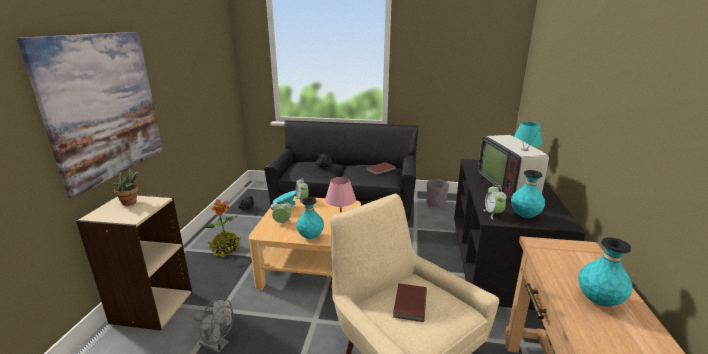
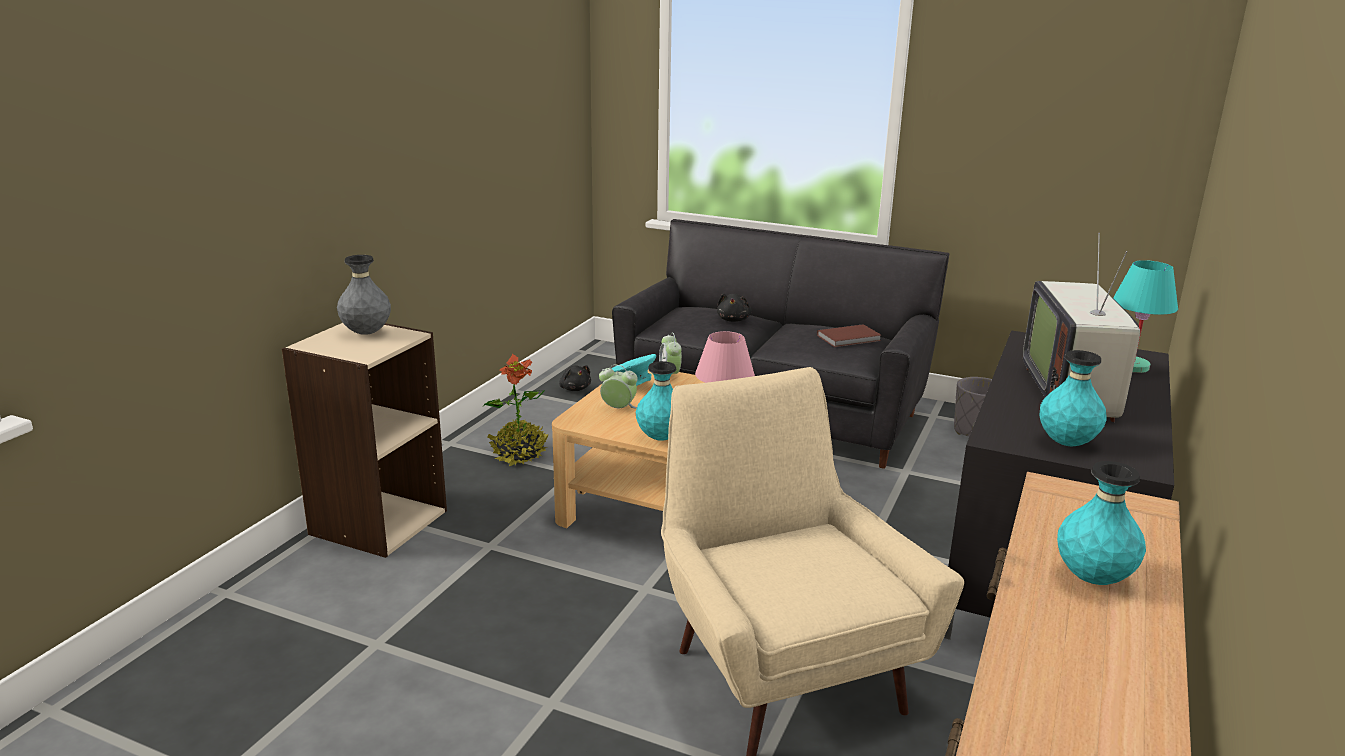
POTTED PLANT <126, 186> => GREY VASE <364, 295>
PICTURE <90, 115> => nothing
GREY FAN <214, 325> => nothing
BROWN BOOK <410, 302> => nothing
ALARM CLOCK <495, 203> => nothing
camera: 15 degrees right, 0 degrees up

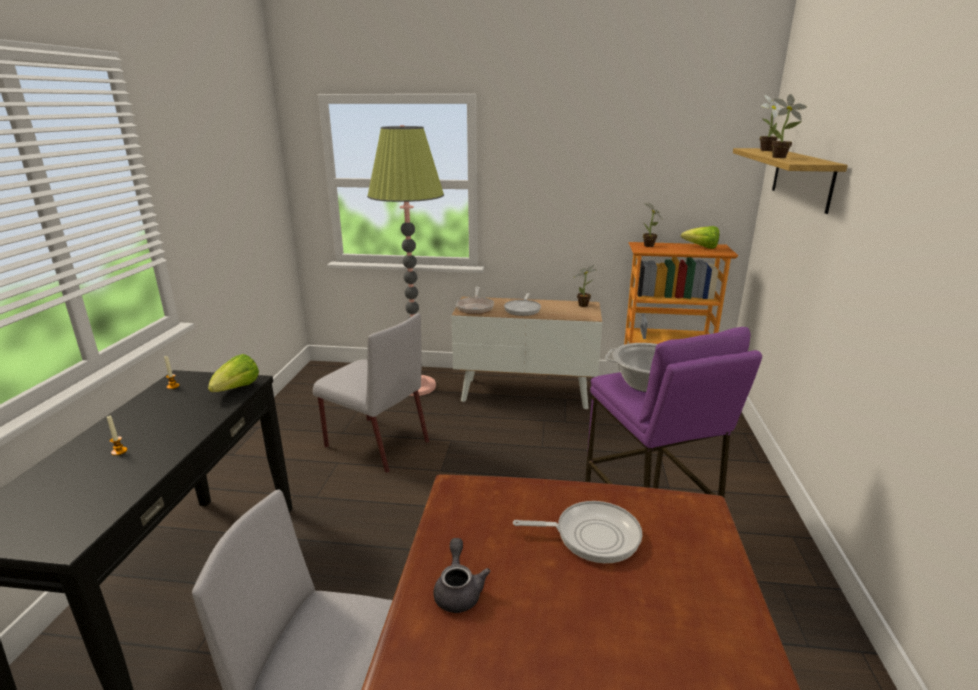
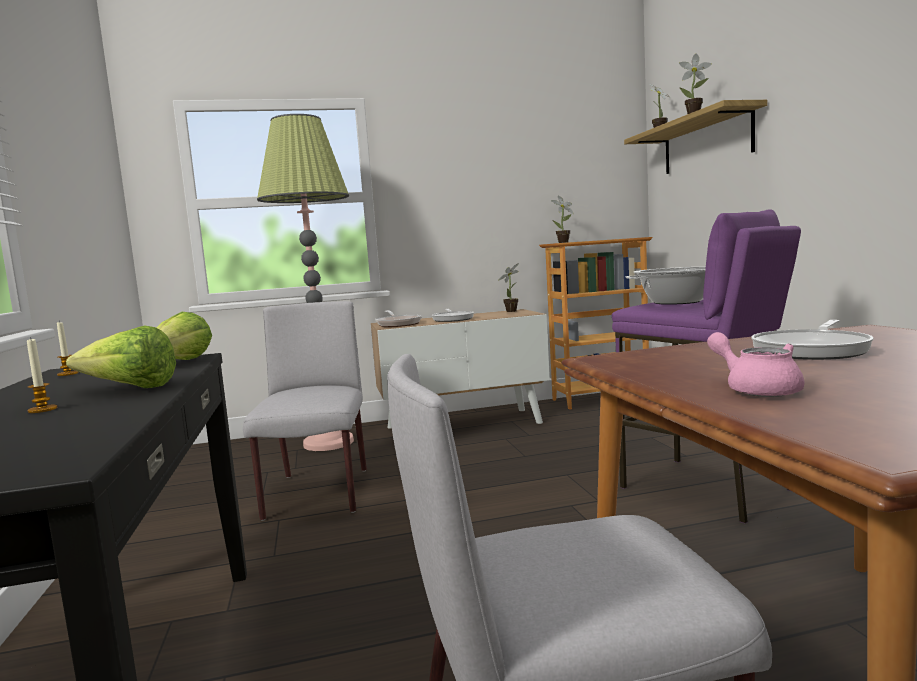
LETTUCE <700, 237> => LETTUCE <121, 357>, relocated
GREY CHAIR <371, 393> => GREY CHAIR <305, 411>, 105 degrees counterclockwise
GREY TEAPOT <461, 575> => PINK TEAPOT <755, 364>
FRYING PAN <578, 532> => FRYING PAN <812, 340>, 150 degrees clockwise
camera: 20 degrees left, 15 degrees down

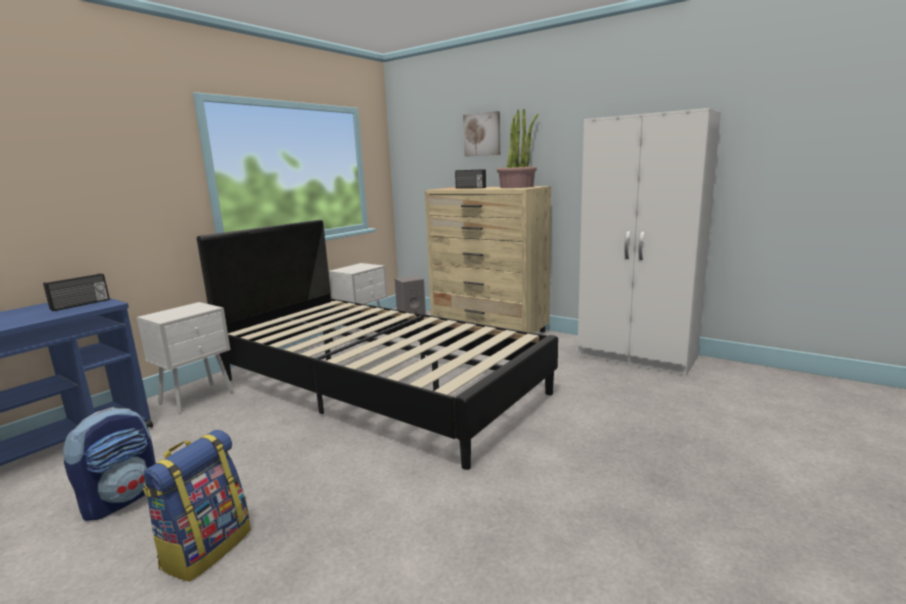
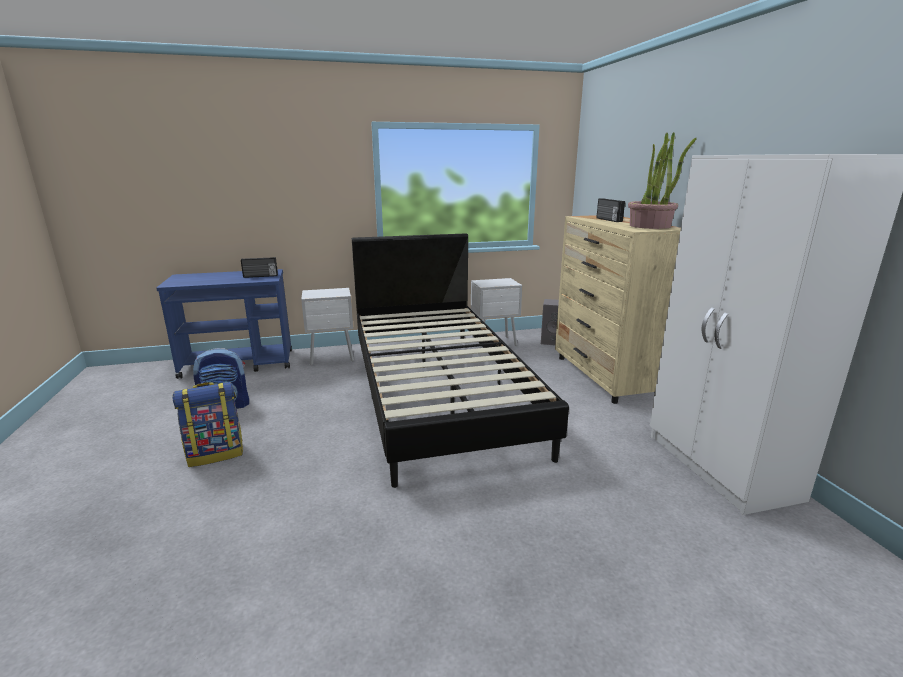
PICTURE <481, 134> => nothing
camera: 40 degrees right, 5 degrees up

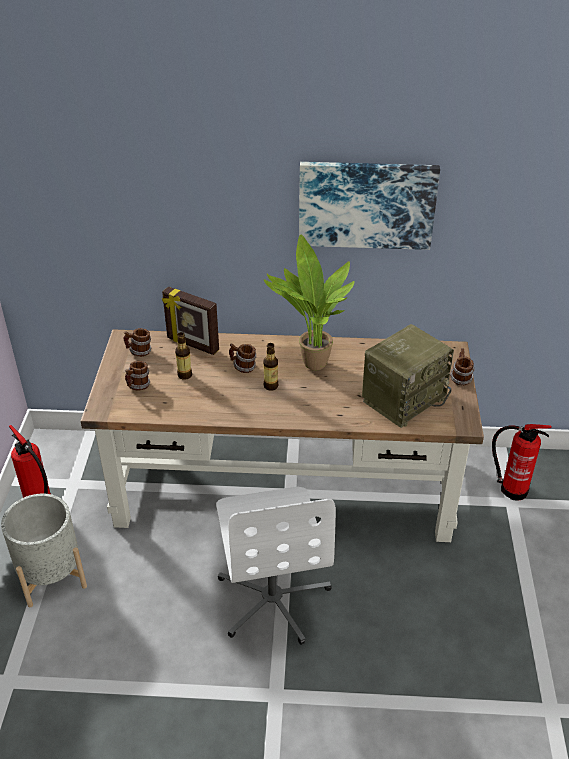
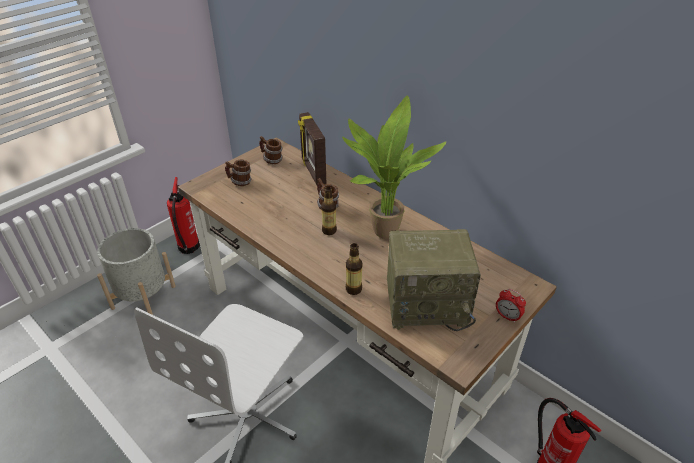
BOTTLE <183, 356> => BOTTLE <354, 269>, relocated
MUG <462, 366> => ALARM CLOCK <511, 306>
PICTURE <369, 206> => nothing
camera: 40 degrees right, 0 degrees up

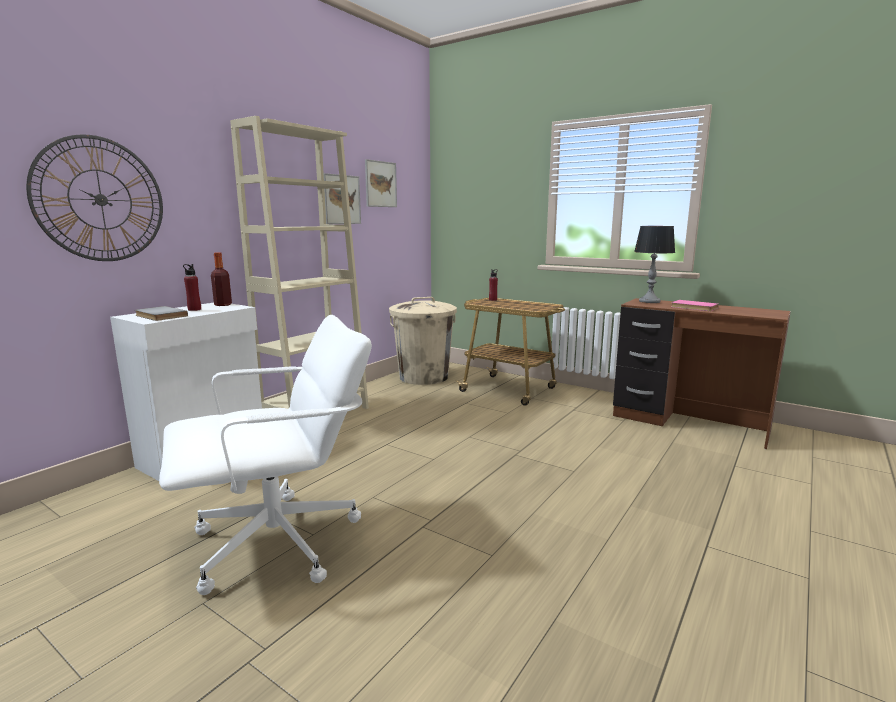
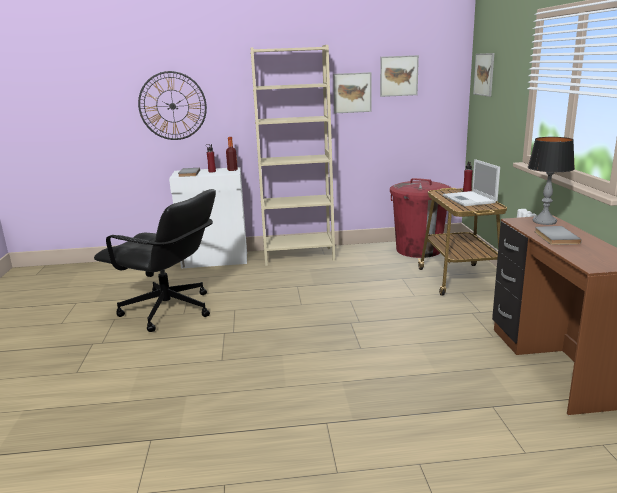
WHITE OFFICE CHAIR <265, 455> => BLACK OFFICE CHAIR <155, 260>
BEIGE TRASH CAN <423, 341> => RED TRASH CAN <420, 218>
nothing => LAPTOP <471, 182>
nothing => PICTURE <483, 75>
PINK BOOK <695, 305> => GREY BOOK <558, 235>
camera: 50 degrees right, 5 degrees up

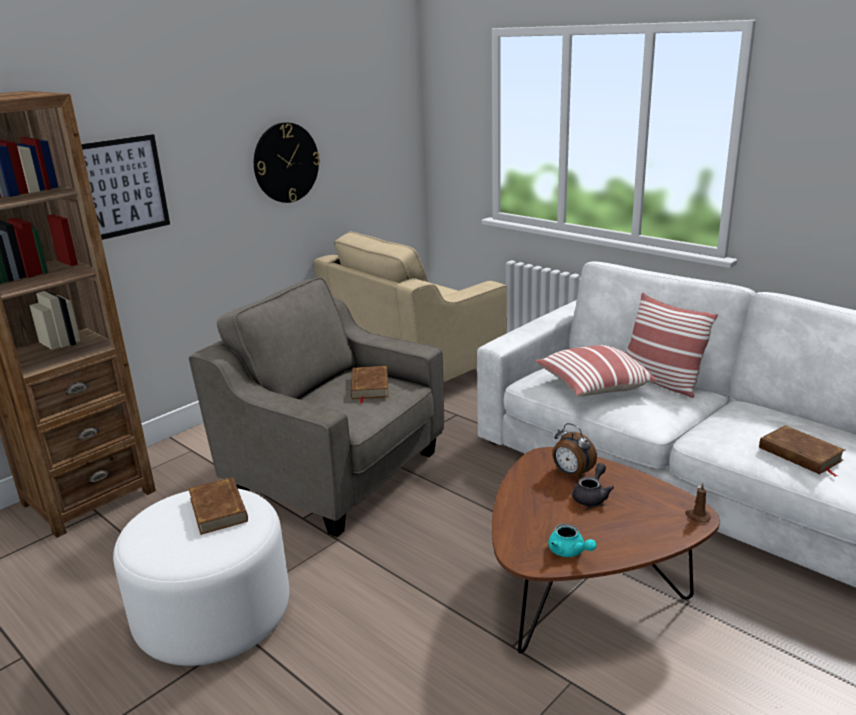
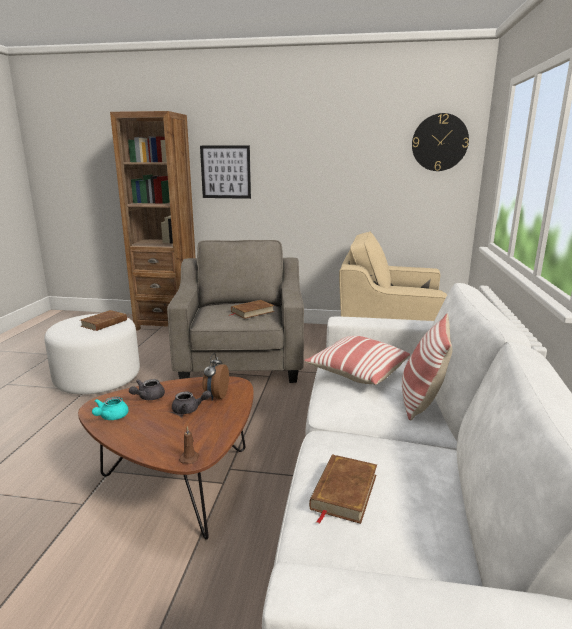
nothing => GREY TEAPOT <147, 389>
WALL CLOCK <287, 162> => WALL CLOCK <440, 142>, relocated
camera: 55 degrees right, 5 degrees down

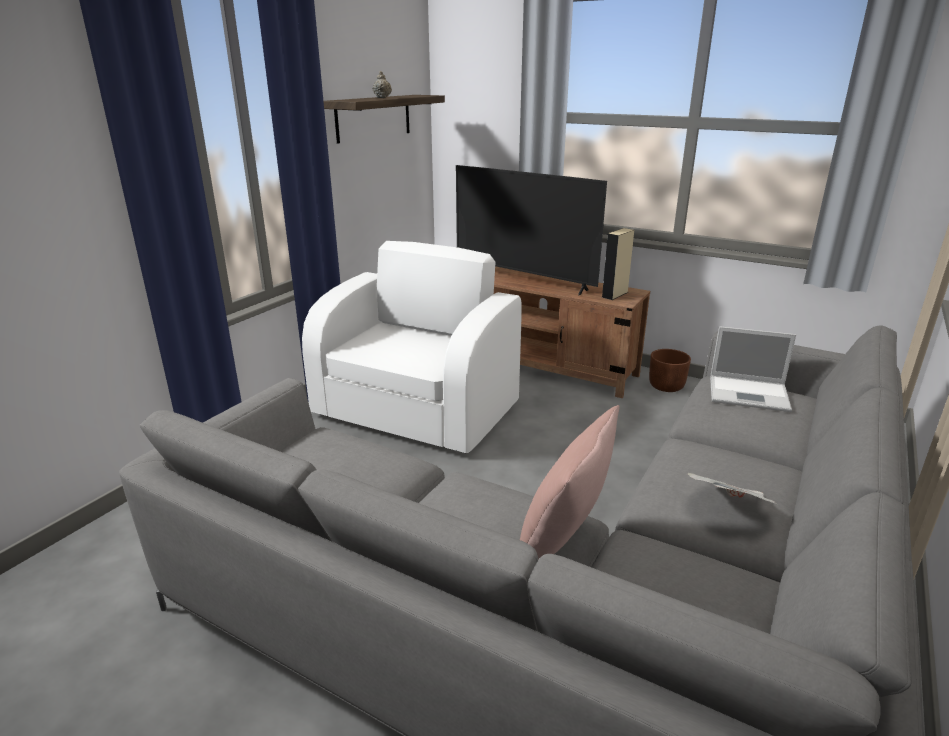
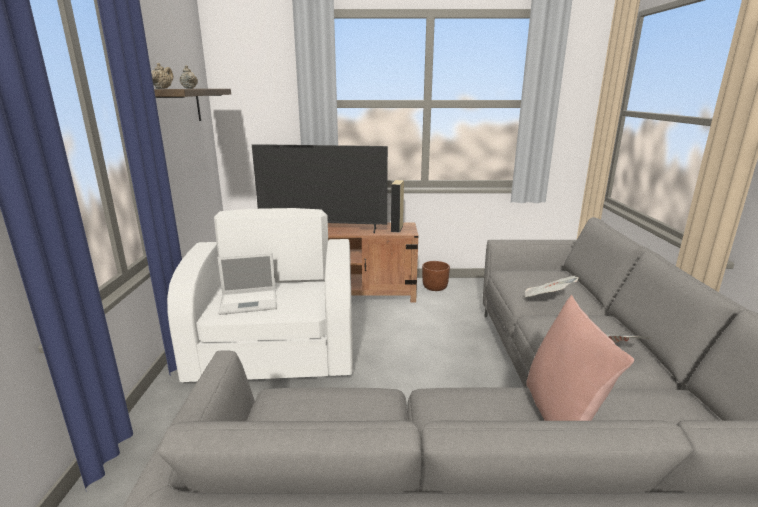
nothing => BEIGE TEAPOT <162, 76>
LAPTOP <753, 369> => LAPTOP <247, 284>, relocated
nothing => NEWSPAPER <551, 286>
camera: 30 degrees left, 5 degrees down

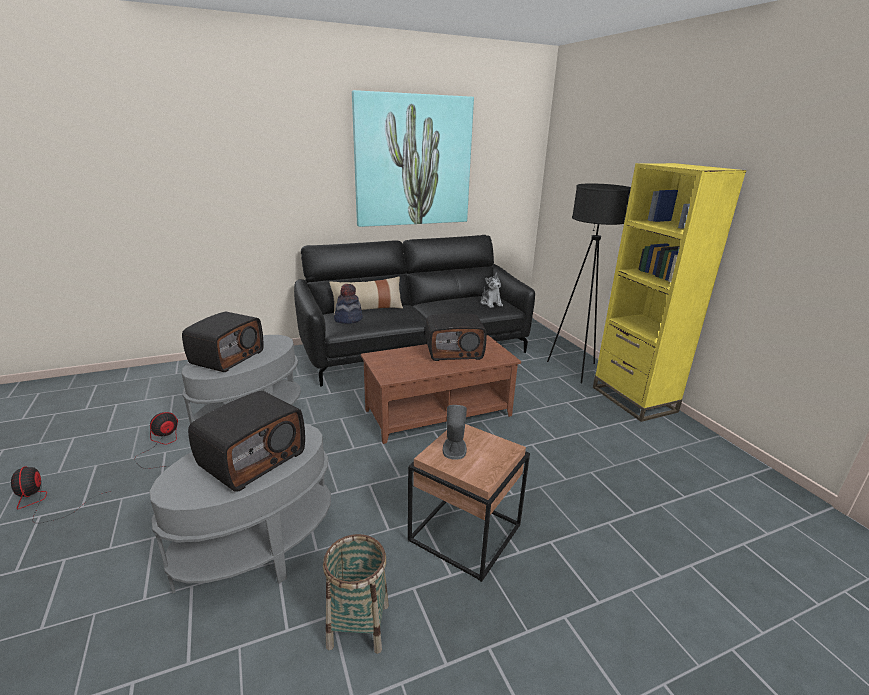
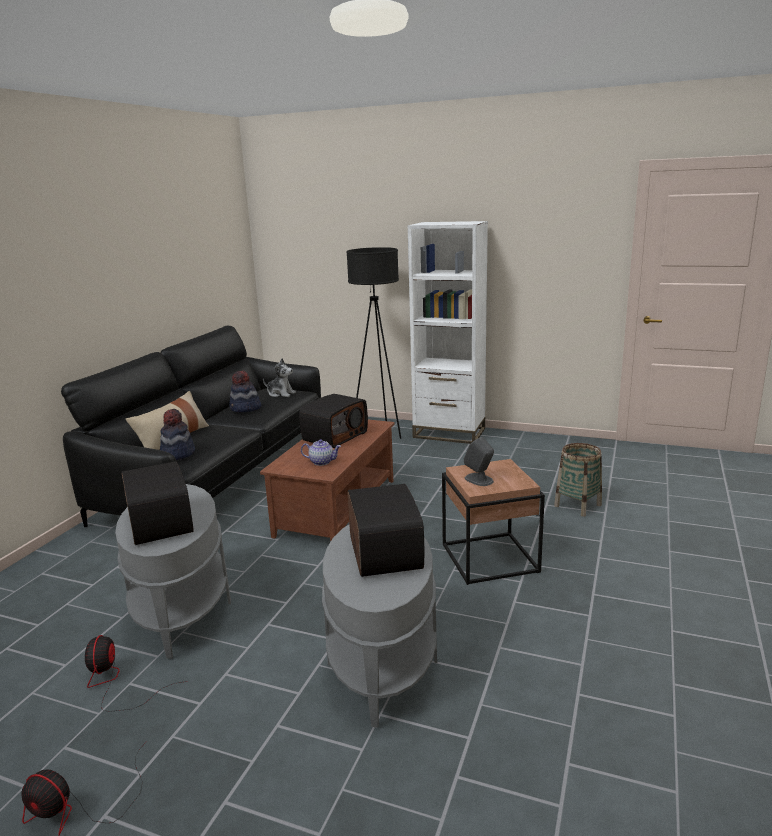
nothing => HAT <245, 392>
nothing => TEAPOT <321, 452>
YELLOW BOOKCASE <669, 292> => WHITE BOOKCASE <448, 332>
BASKET <356, 594> => BASKET <578, 480>, relocated
PICTURE <413, 158> => nothing
camera: 45 degrees left, 5 degrees down

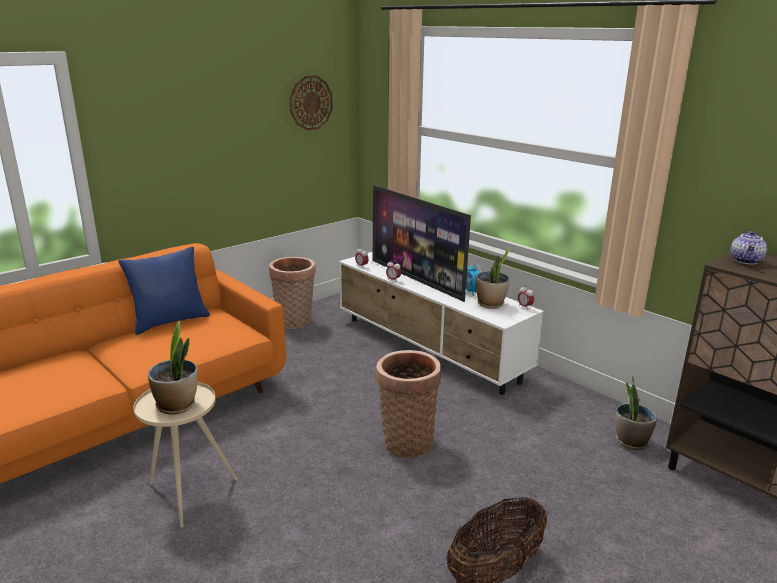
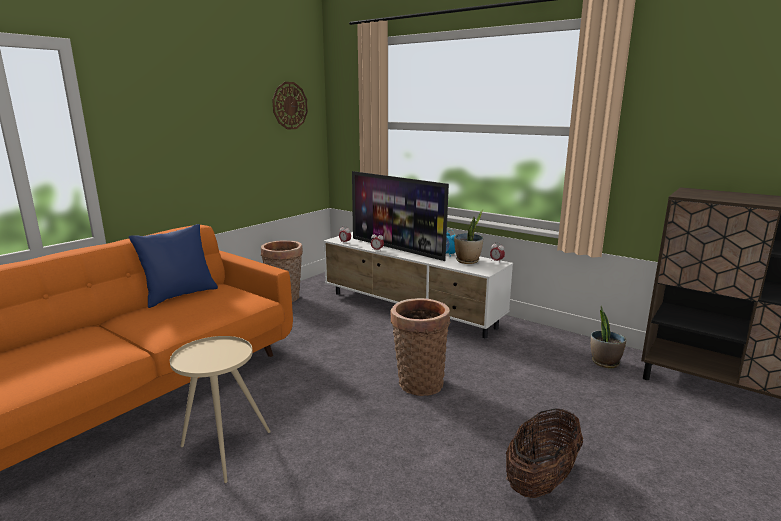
POTTED PLANT <172, 367> => nothing
TEAPOT <749, 248> => nothing
camera: 10 degrees left, 5 degrees down

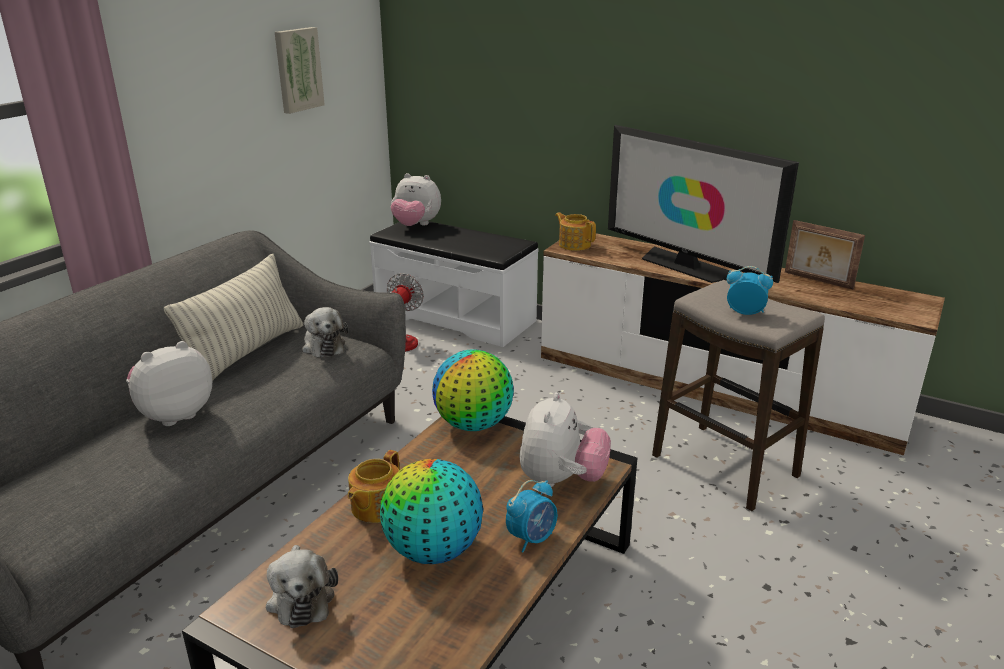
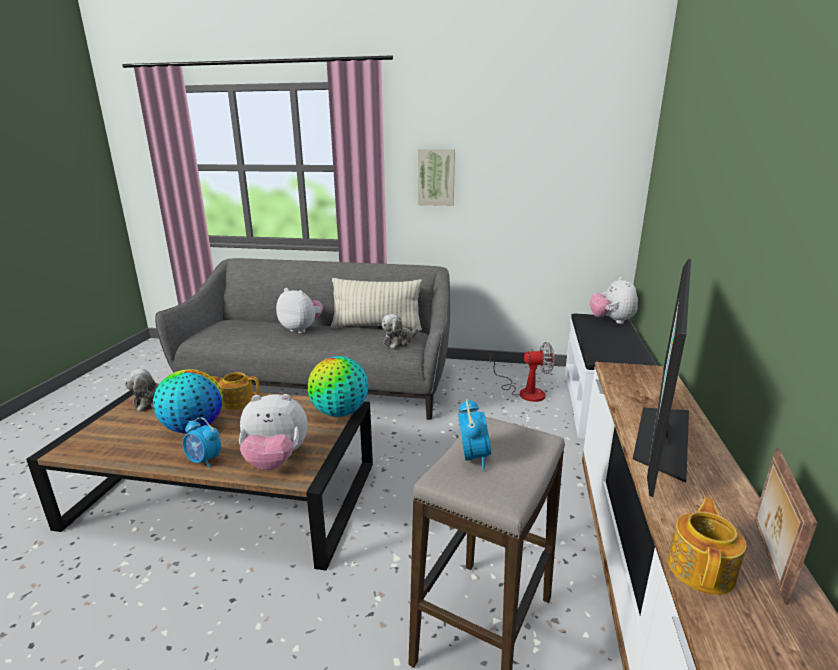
PICTURE <300, 70> => PICTURE <436, 177>, relocated
TEAPOT <575, 231> => TEAPOT <707, 546>, relocated
camera: 70 degrees right, 5 degrees down

